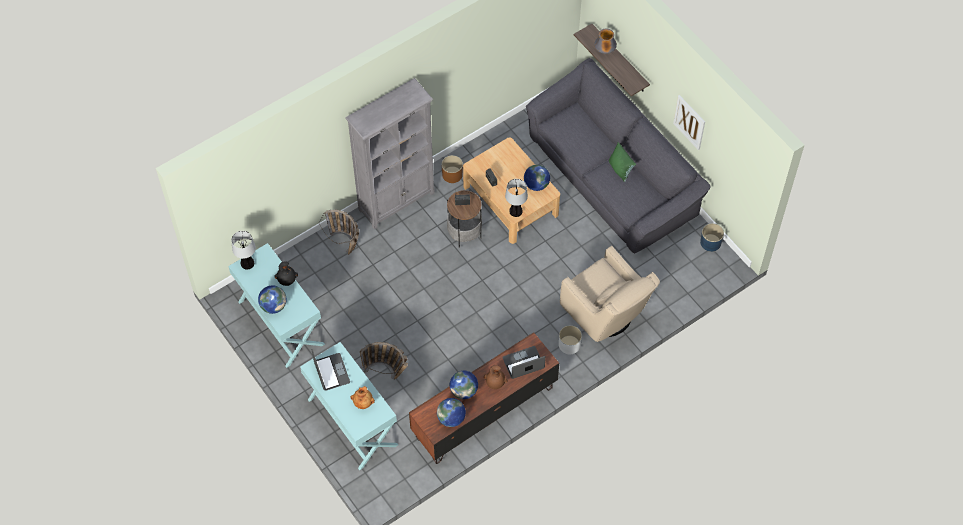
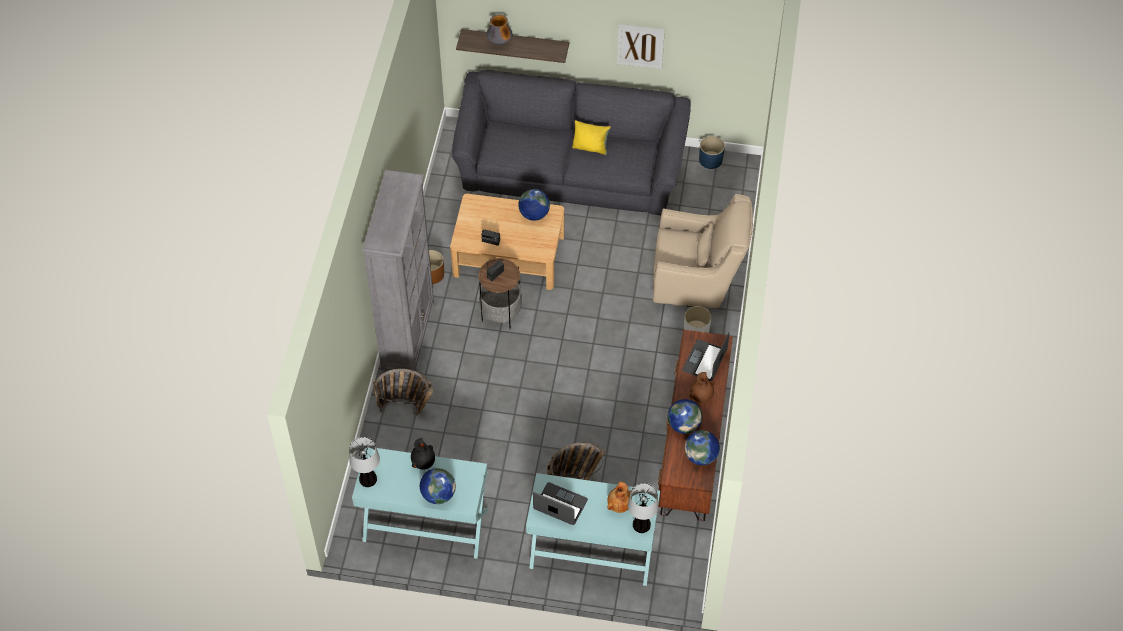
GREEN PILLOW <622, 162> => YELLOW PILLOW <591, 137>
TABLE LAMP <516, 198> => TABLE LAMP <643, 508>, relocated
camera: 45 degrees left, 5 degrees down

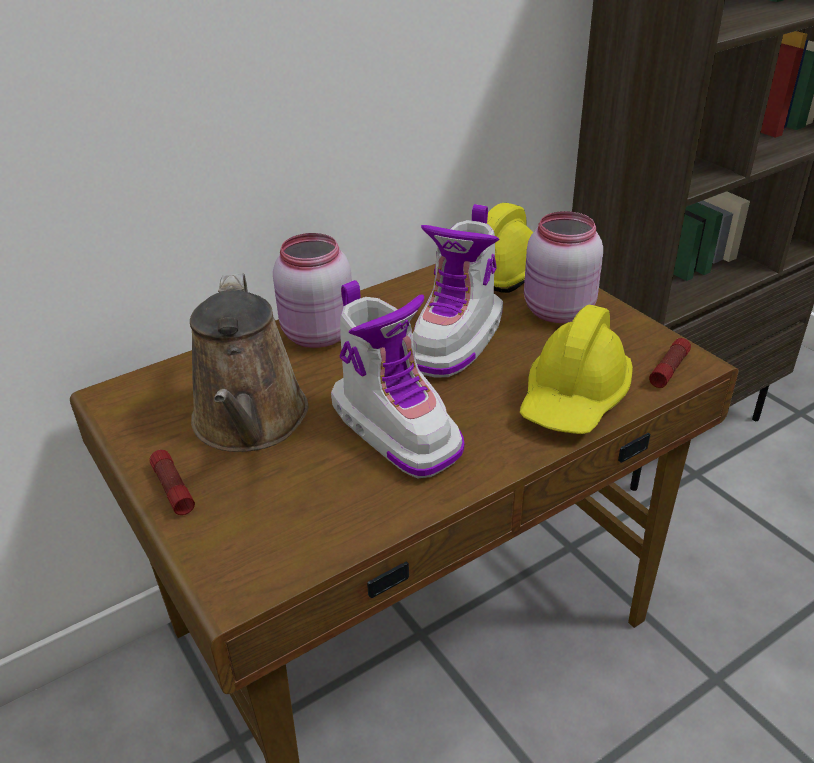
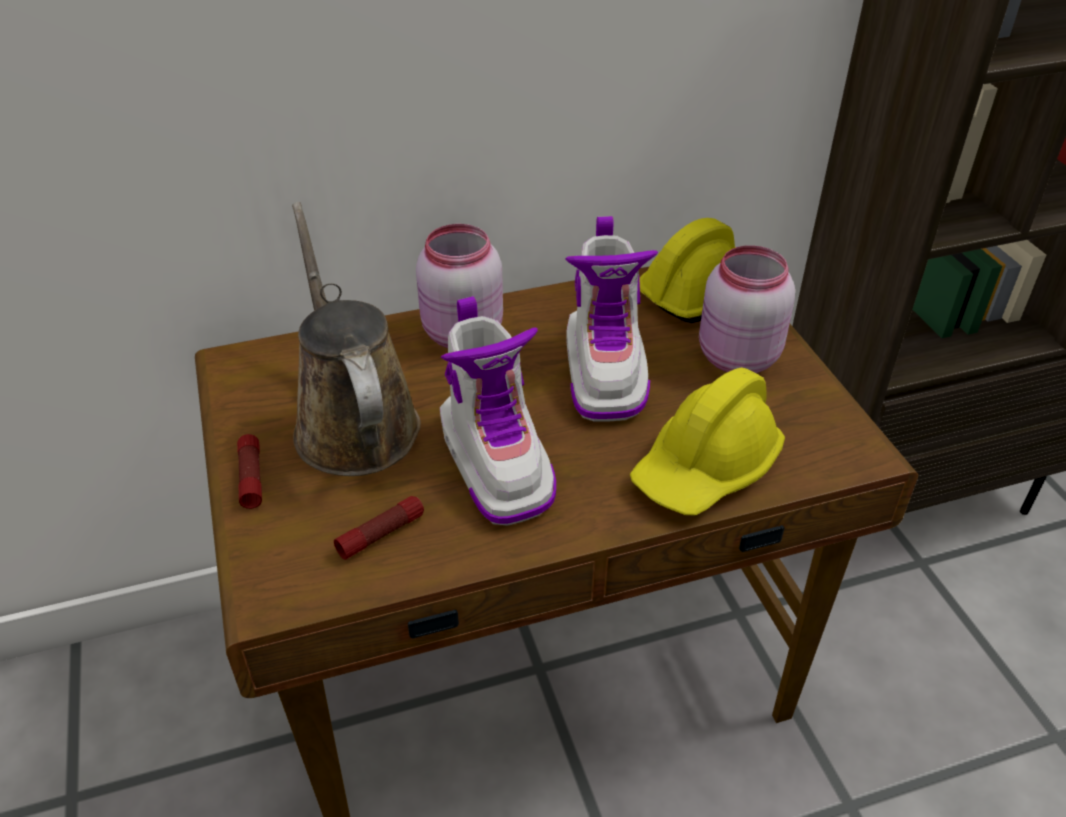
BROWN WATERING CAN <249, 362> => BROWN WATERING CAN <356, 339>, 150 degrees clockwise
FLASHLIGHT <670, 363> => FLASHLIGHT <379, 528>, relocated
BOOT <457, 291> => BOOT <611, 319>, 45 degrees counterclockwise
camera: 15 degrees right, 5 degrees up

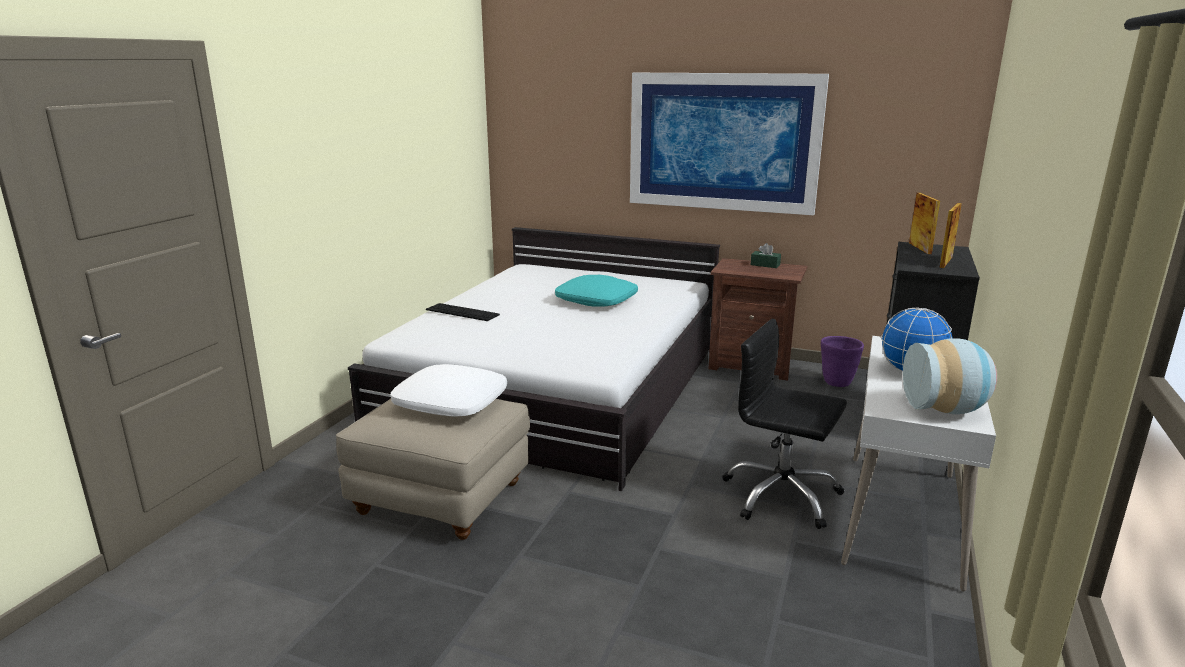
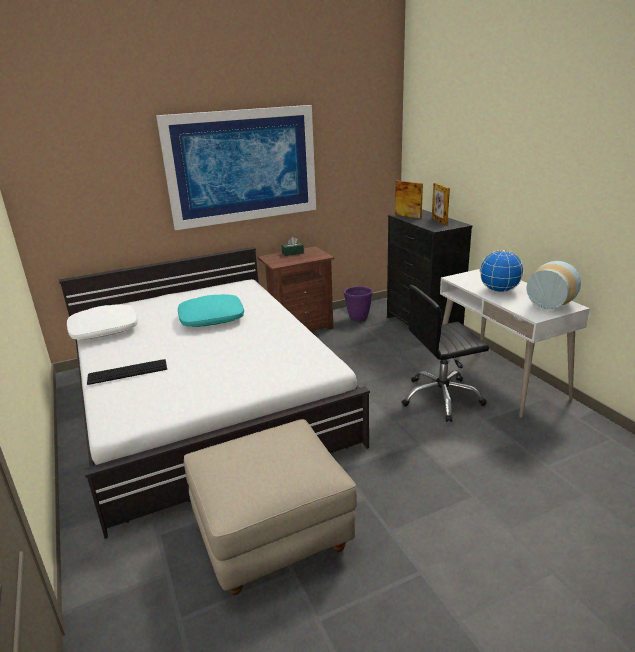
WHITE PILLOW <449, 390> => WHITE PILLOW <102, 322>, relocated
camera: 45 degrees left, 5 degrees up

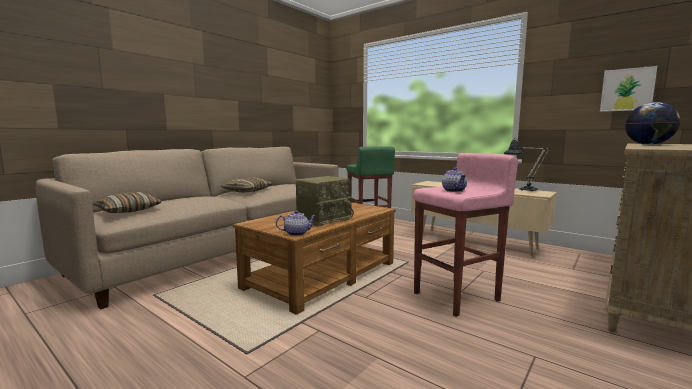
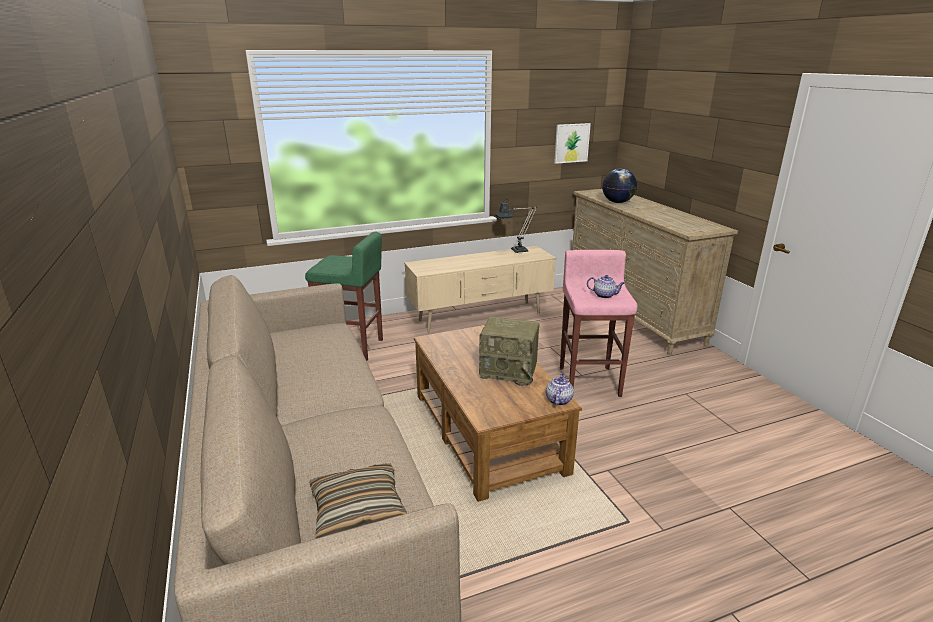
RADIO <325, 201> => RADIO <509, 350>, 120 degrees clockwise
PILLOW <247, 185> => nothing
camera: 60 degrees left, 15 degrees up

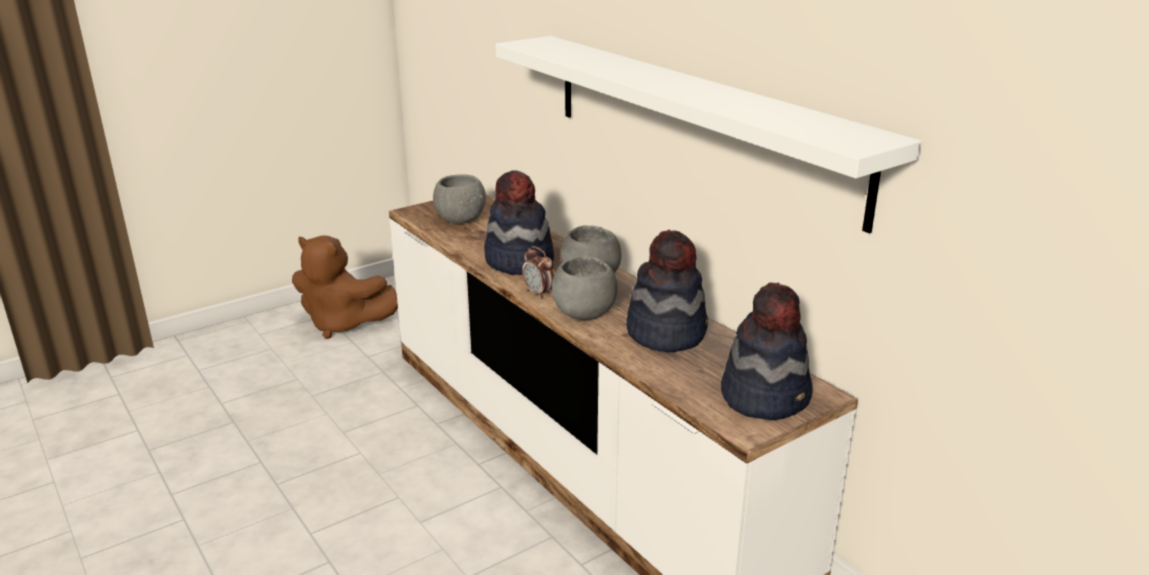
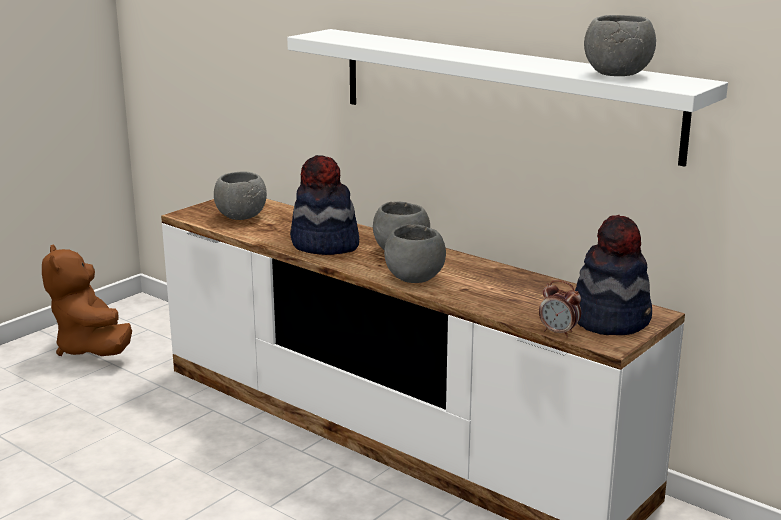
BROWN PLUSH TOY <345, 287> => BROWN PLUSH TOY <87, 300>, 60 degrees clockwise
ALARM CLOCK <538, 272> => ALARM CLOCK <560, 309>, relocated
nothing => GREY BOWL <620, 45>
HAT <667, 291> => nothing
camera: 15 degrees left, 5 degrees down

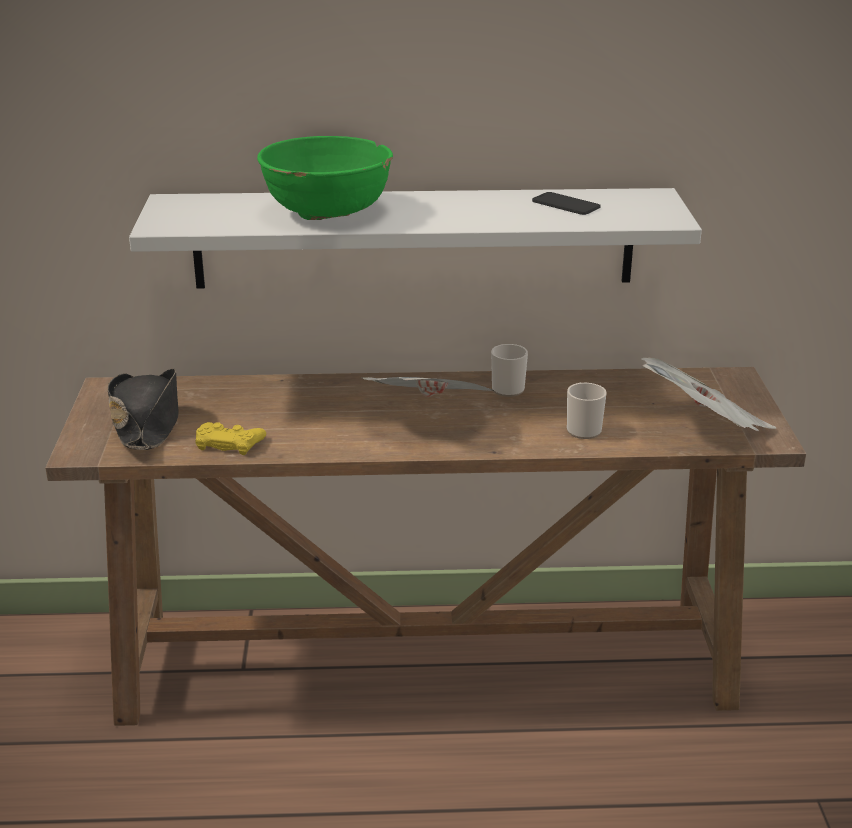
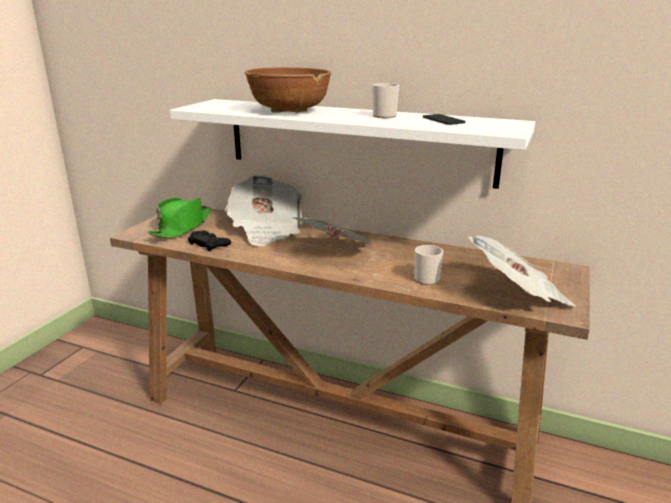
BLACK HAT <143, 409> => GREEN HAT <179, 217>
YELLOW GAME CONTROLLER <230, 438> => BLACK GAME CONTROLLER <209, 240>
nothing => NEWSPAPER <263, 210>
GREEN BOWL <325, 178> => BROWN BOWL <288, 90>
MUG <509, 370> => MUG <385, 100>, relocated
camera: 25 degrees right, 5 degrees down

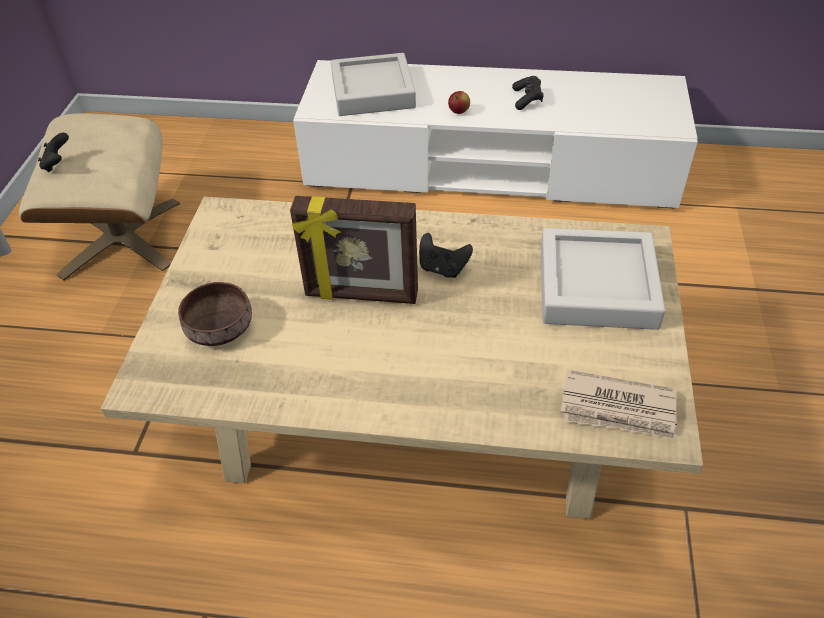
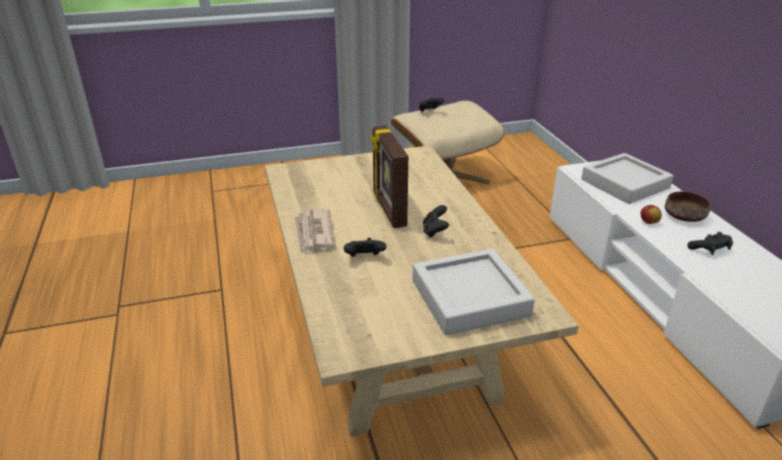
NEWSPAPER <619, 405> => NEWSPAPER <314, 231>, relocated
nothing => BLACK GAME CONTROLLER <365, 247>
BROWN BOWL <215, 314> => BROWN BOWL <688, 206>, relocated
camera: 65 degrees right, 15 degrees down

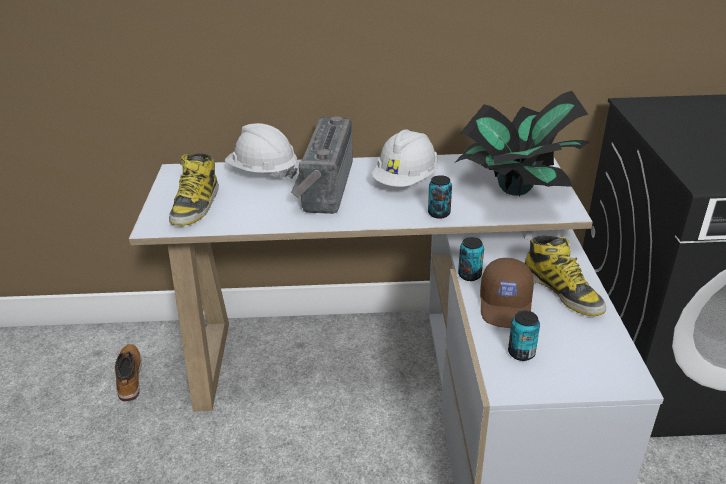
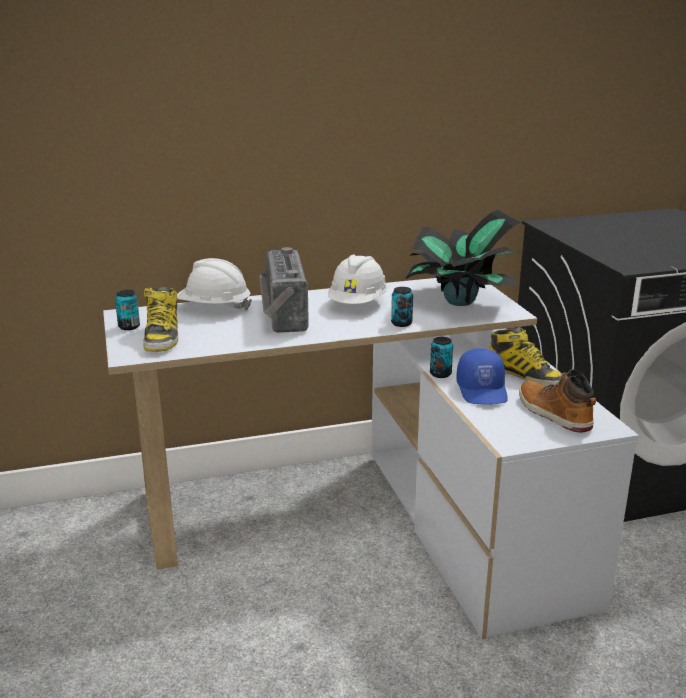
CAN <524, 336> => CAN <127, 310>, relocated
BROWN CAP <507, 293> => BLUE CAP <482, 376>
BOOT <128, 372> => BOOT <557, 401>, relocated
camera: 15 degrees left, 10 degrees down

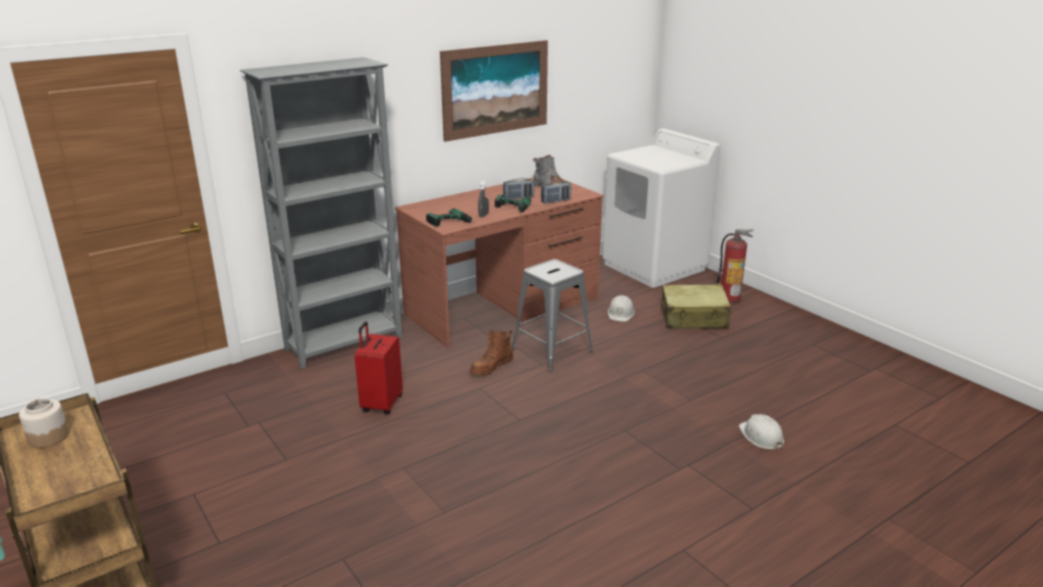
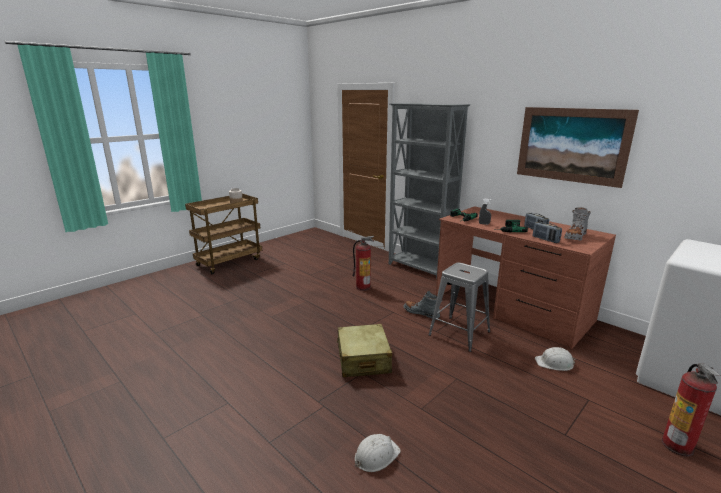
BEIGE SUITCASE <696, 306> => BEIGE SUITCASE <364, 350>, relocated
RED SUITCASE <378, 368> => FIRE EXTINGUISHER <363, 263>
BROWN BOOT <491, 353> => GREY BOOT <422, 304>
camera: 80 degrees right, 5 degrees down

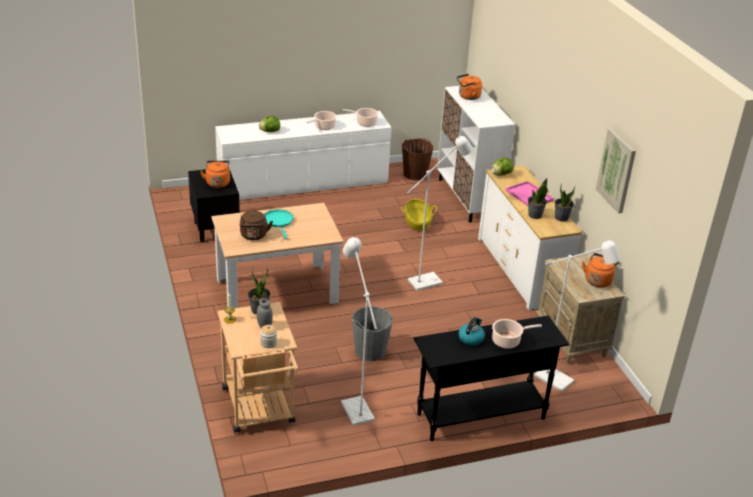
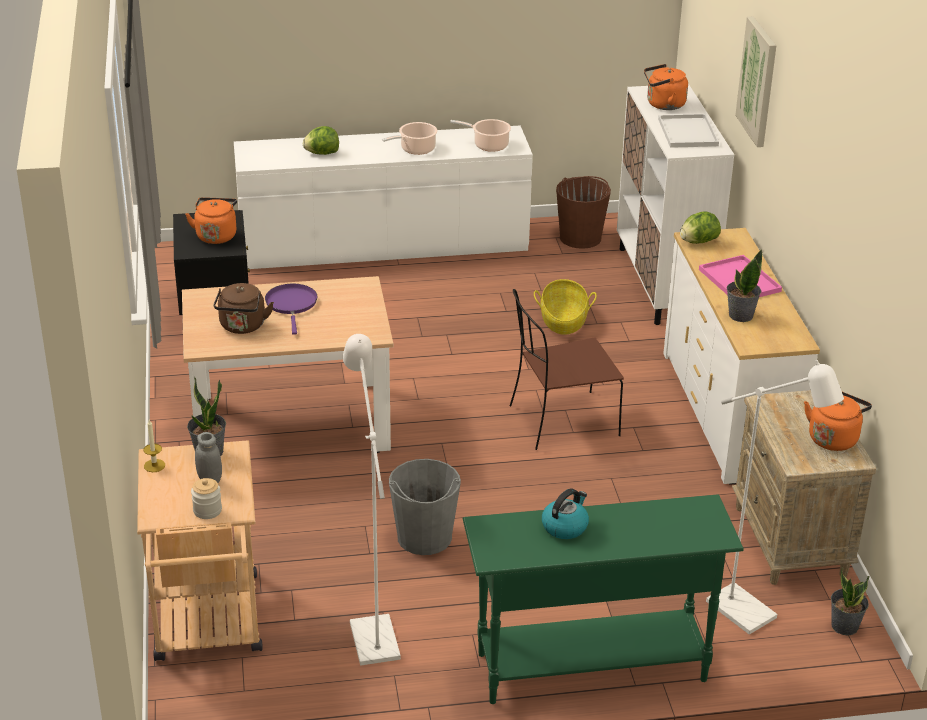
TURQUOISE FRYING PAN <279, 224> => PURPLE FRYING PAN <291, 309>
BLACK CONSOLE TABLE <491, 378> => GREEN CONSOLE TABLE <603, 599>
WHITE FLOOR LAMP <439, 213> => BROWN CHAIR <567, 369>
nothing => WHITE TRAY <688, 131>
PICTURE <616, 171> => PICTURE <756, 81>, relocated
POTTED PLANT <565, 202> => POTTED PLANT <850, 601>, relocated
COOKING POT <517, 334> => nothing
camera: 10 degrees right, 0 degrees up

